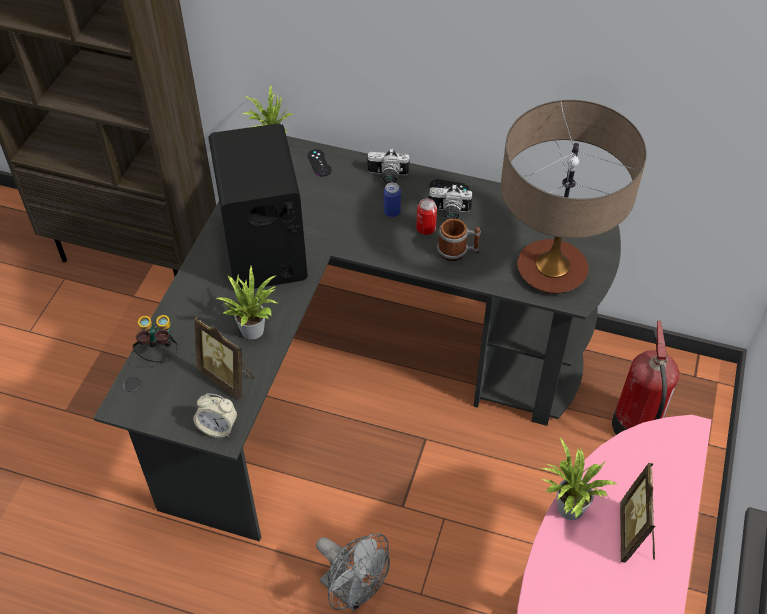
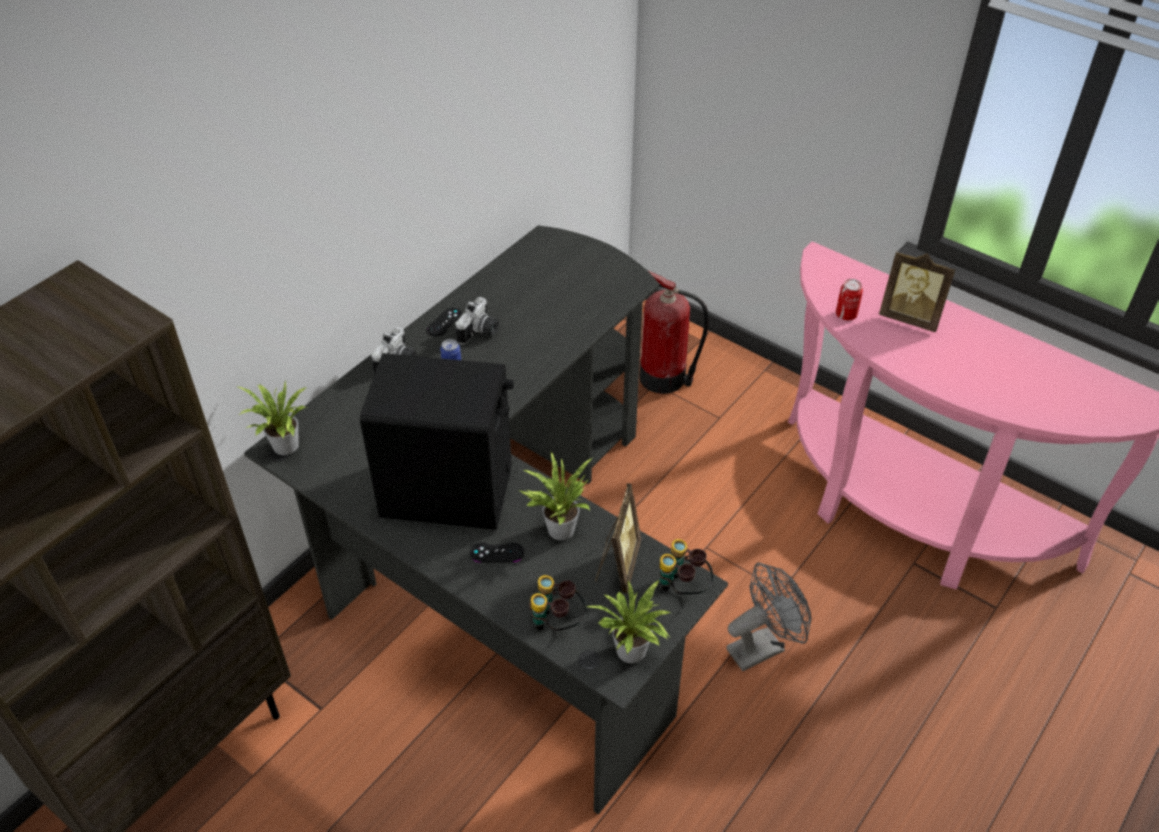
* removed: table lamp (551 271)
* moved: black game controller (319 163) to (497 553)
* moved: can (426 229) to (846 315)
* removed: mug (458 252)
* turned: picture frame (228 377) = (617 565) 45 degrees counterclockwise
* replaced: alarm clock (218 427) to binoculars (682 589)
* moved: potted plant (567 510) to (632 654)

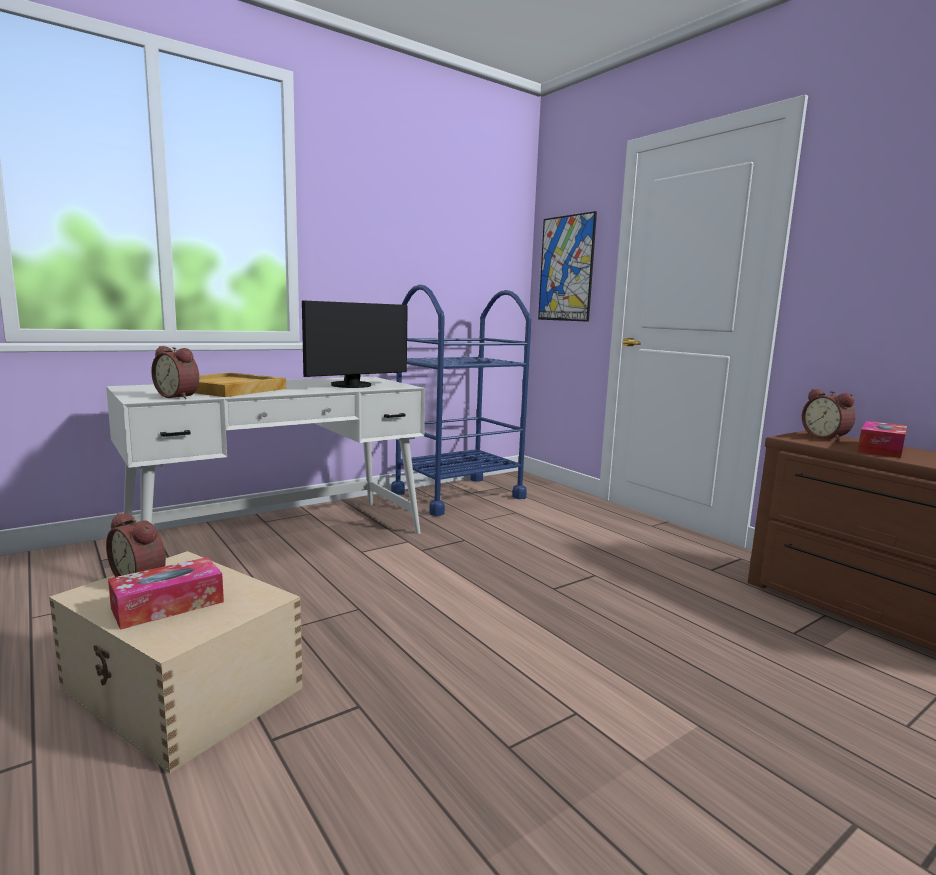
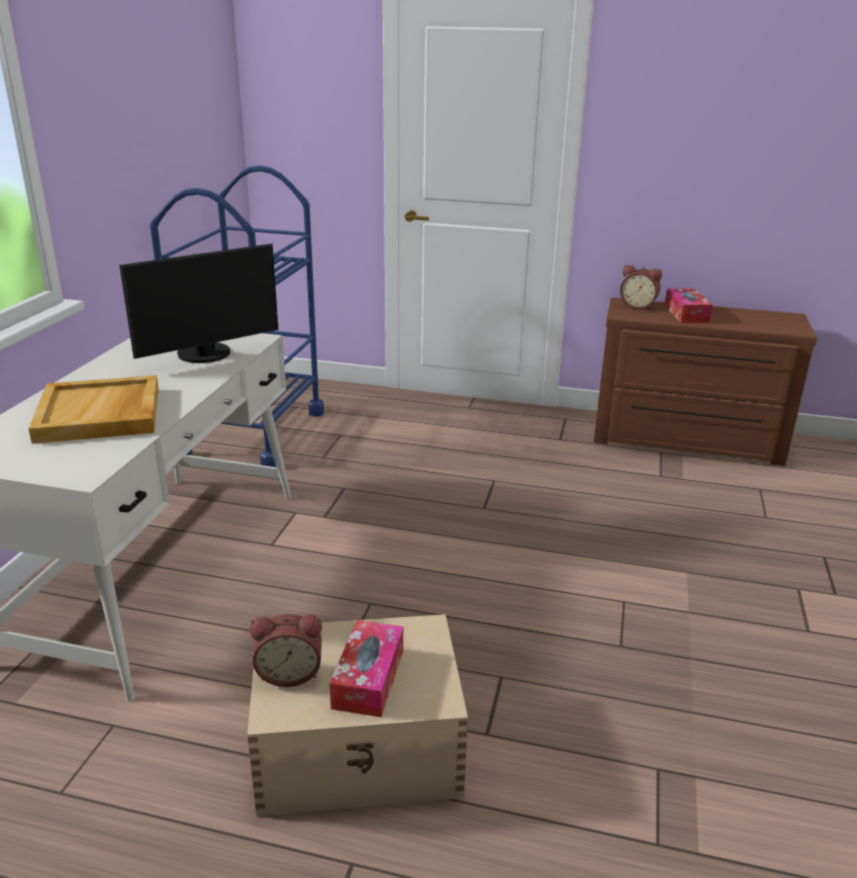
* removed: picture (566 268)
* turned: monitor (354 386) = (207 355) 45 degrees clockwise
* removed: alarm clock (179 396)

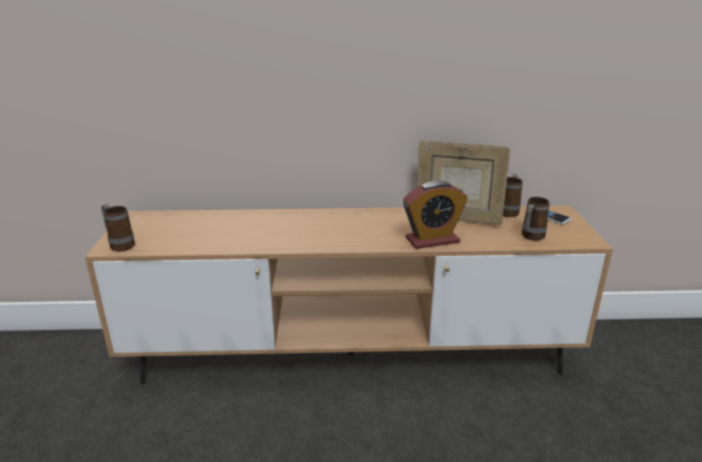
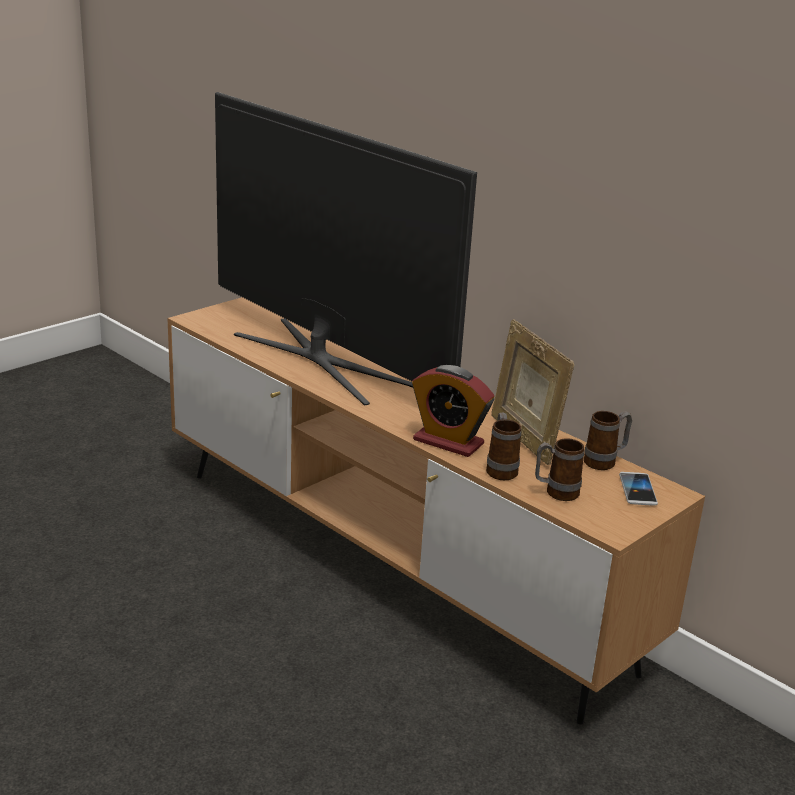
* moved: mug (120 244) to (501 469)
* added: television (323 359)

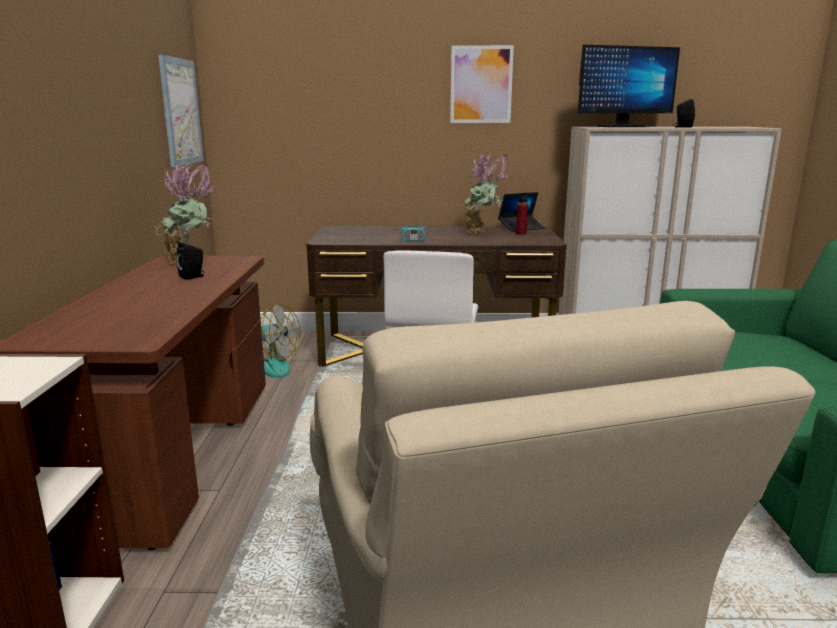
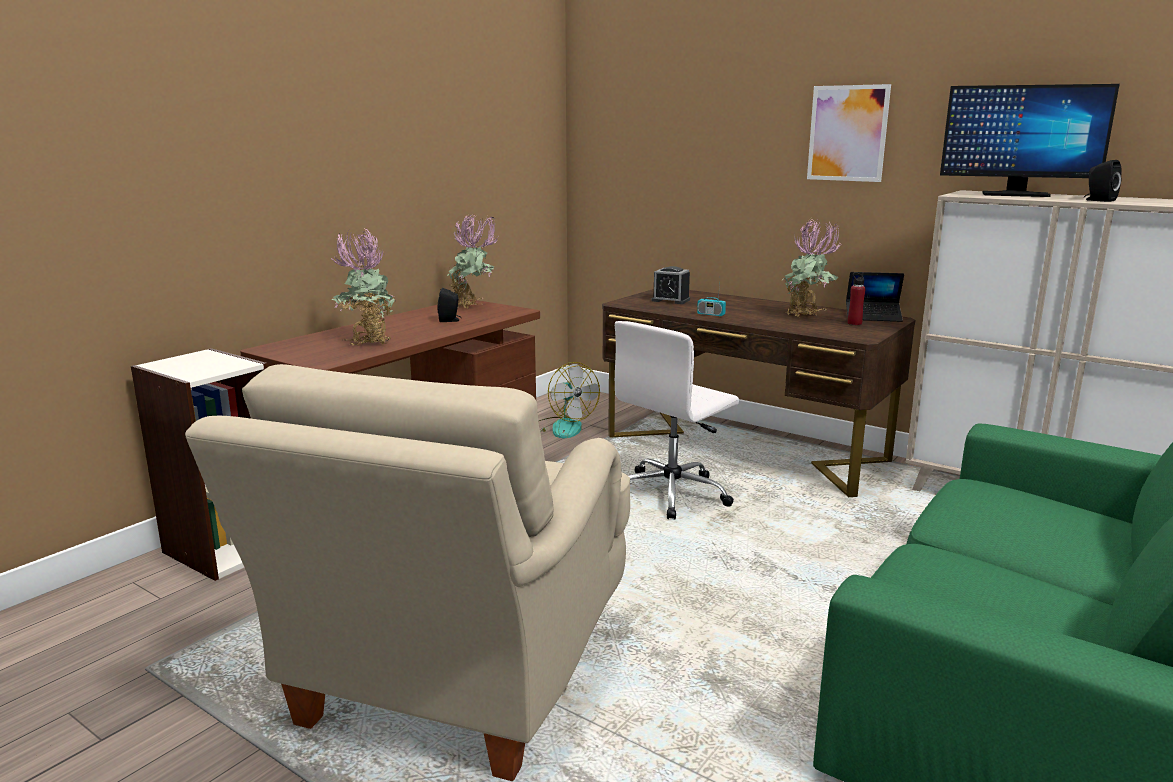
* removed: picture (181 112)
* added: potted plant (367 342)
* added: alarm clock (670 300)

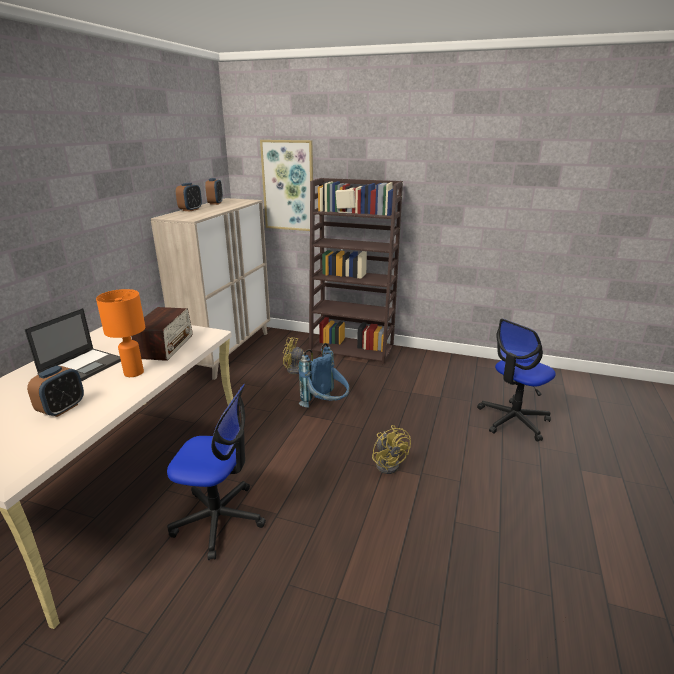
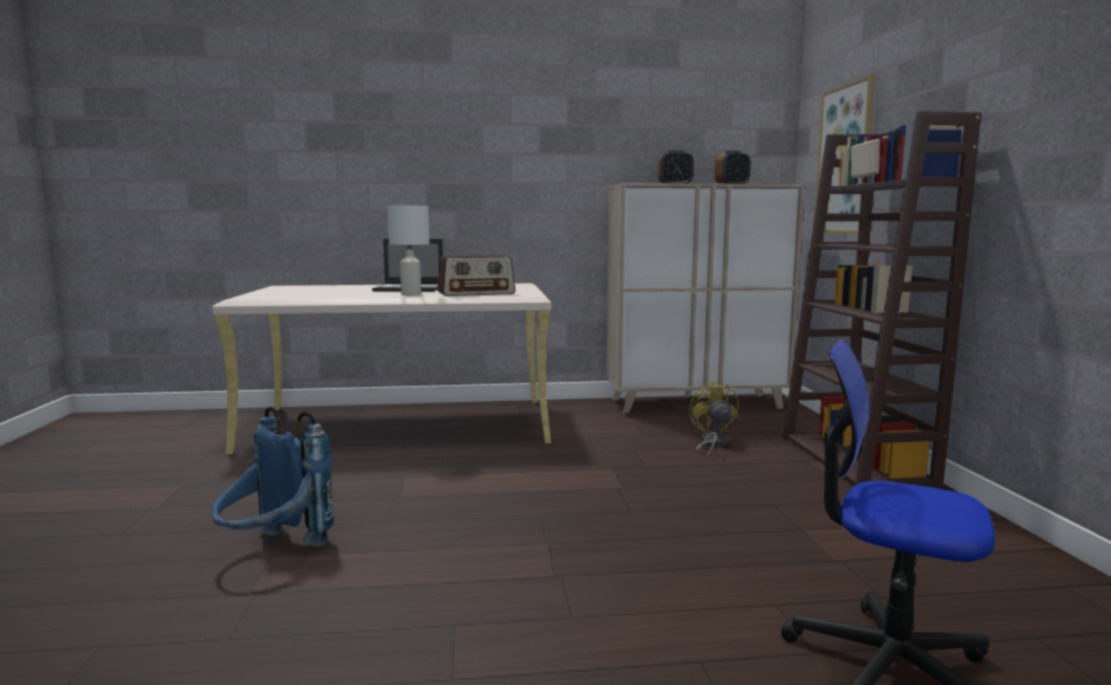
* recoloured: orange table lamp (133 373) to white table lamp (410 294)
* moved: blue backpack (326 407) to (273 552)
* removed: alarm clock (62 409)
* removed: office chair (219 519)
* removed: yellow fan (389 463)

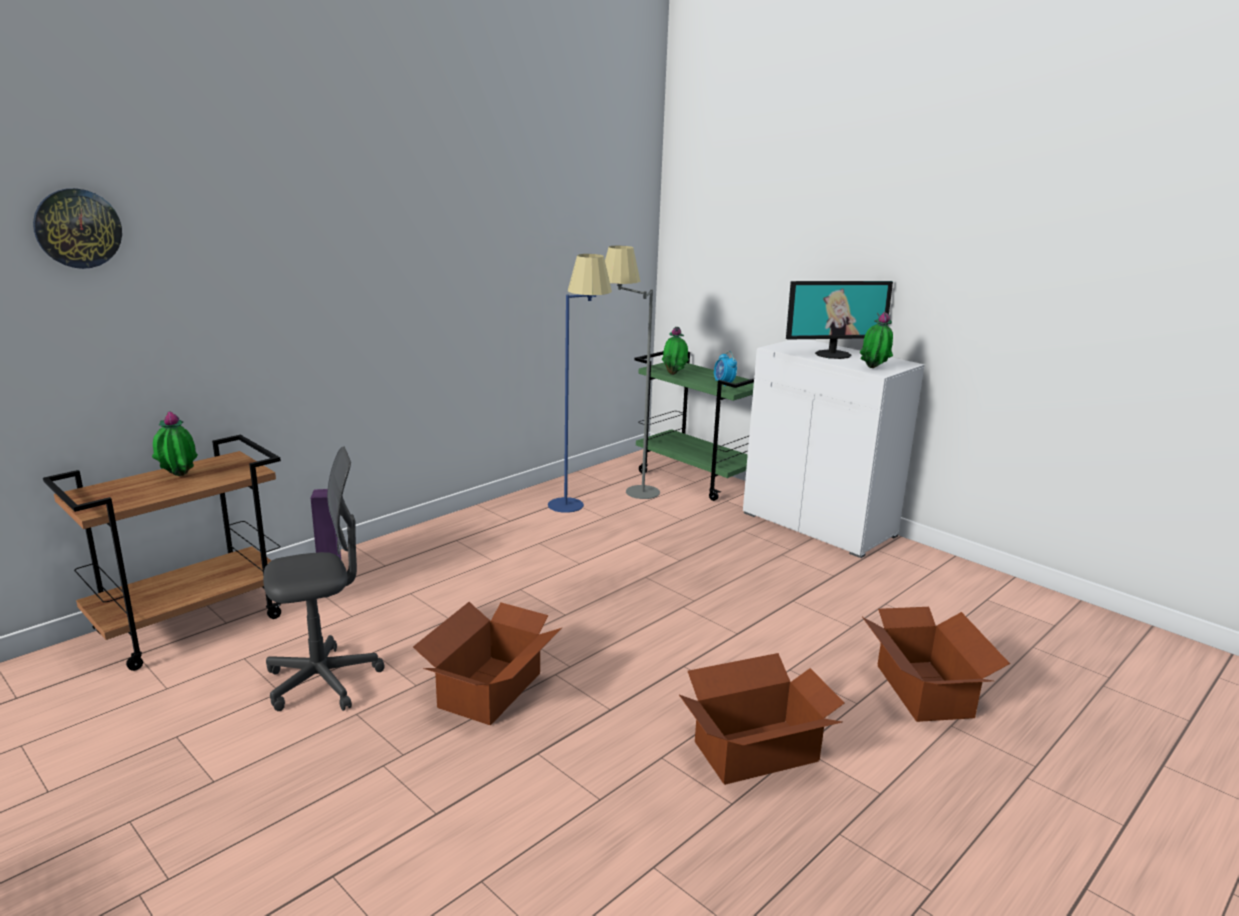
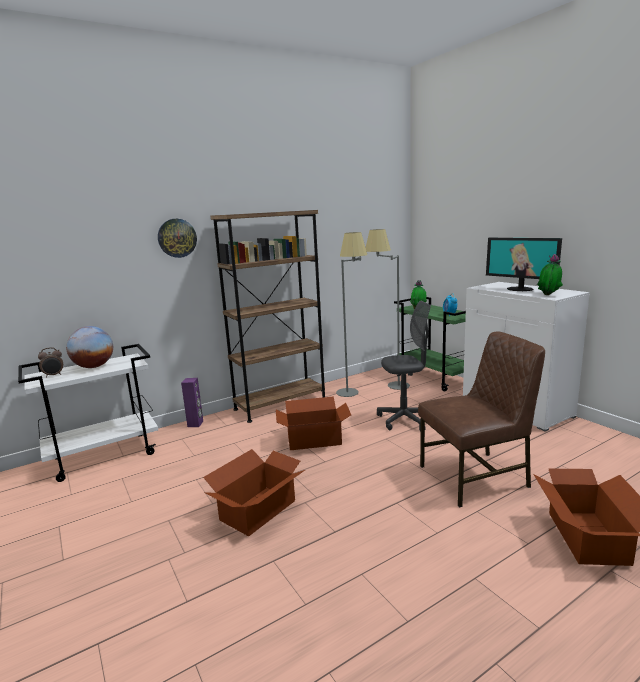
* moved: wall clock (78 228) to (177 238)
* recoloured: blue floor lamp (577 510) to grey floor lamp (353 395)
* turned: monitor (833 354) = (520 289) 45 degrees clockwise
* replaced: potted plant (178 477) to globe (94 367)
* recoloured: brown cart (192 624) to white cart (105 455)
* moved: grey office chair (323 681) to (405 420)
* moved: cardboard box (757 752) to (314 440)
* added: brown bookcase (280 404)
* added: brown chair (476 477)
* added: alarm clock (54 375)

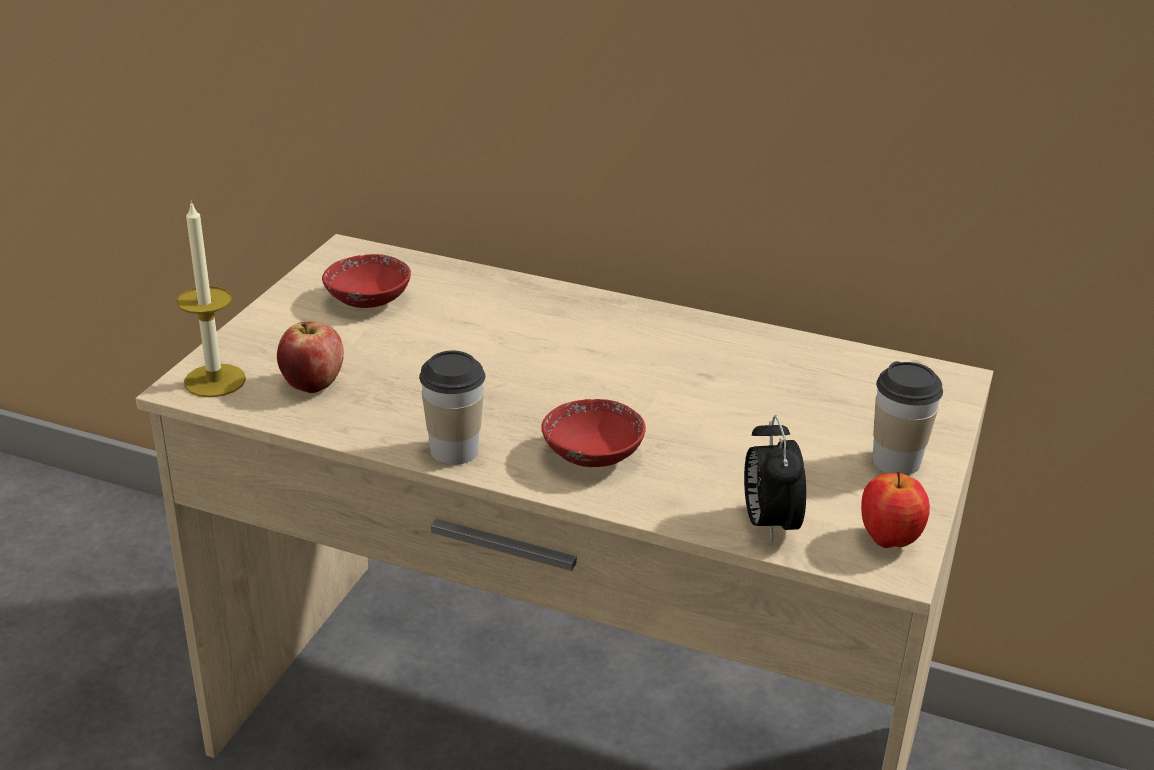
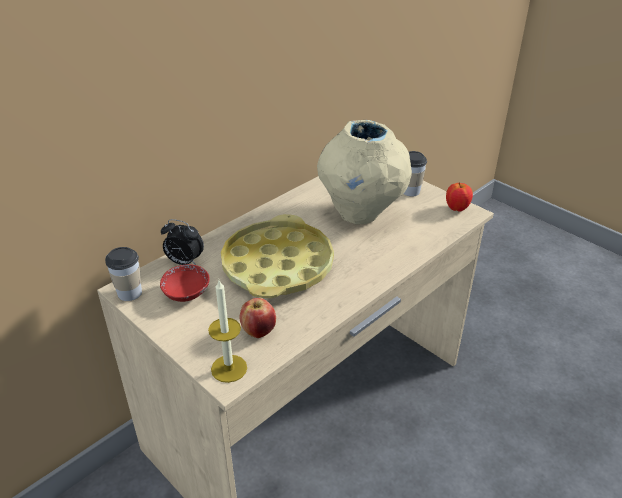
* moved: cup (454 450) to (129 293)
* removed: red bowl (592 456)
* moved: alarm clock (768 523) to (184 262)
* added: beige vase (361 213)
* added: yellow tray (277 265)

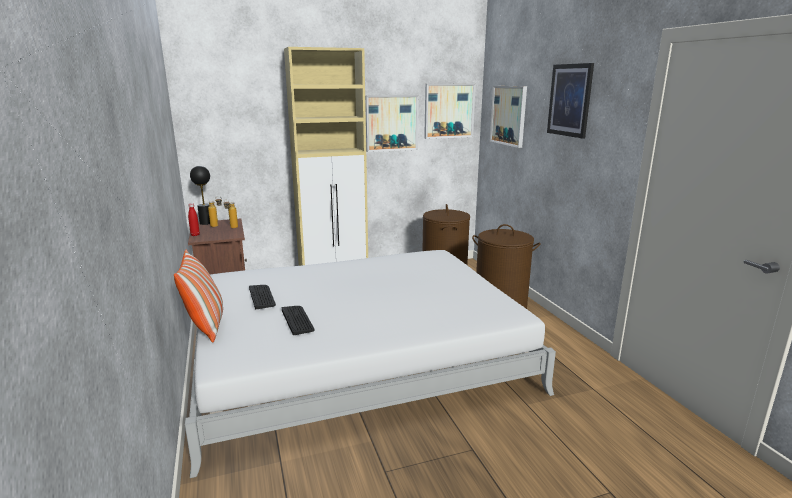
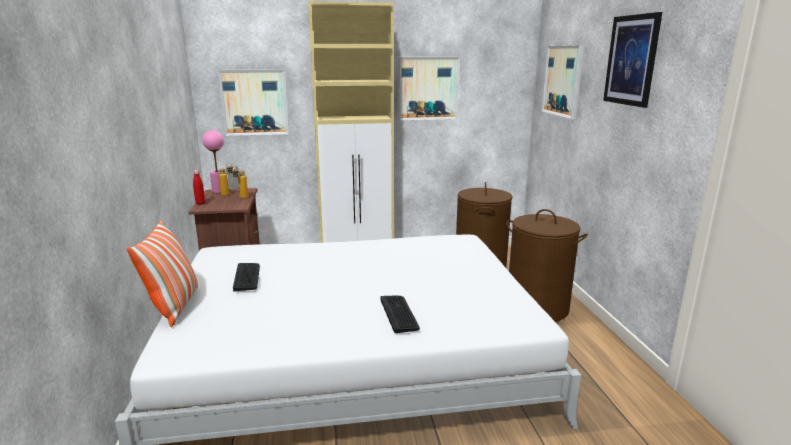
* moved: picture (449 111) to (254 102)
* recoloured: black table lamp (206 223) to pink table lamp (218 191)
* moved: keyboard (297 320) to (399 314)

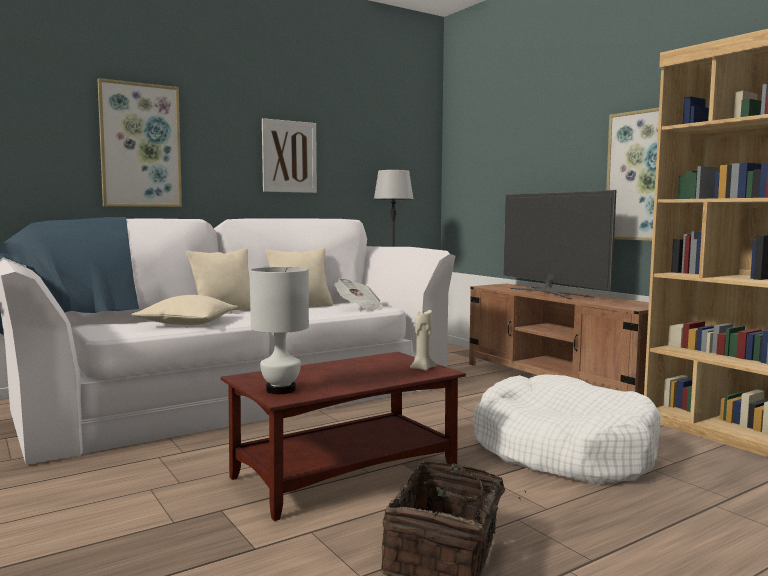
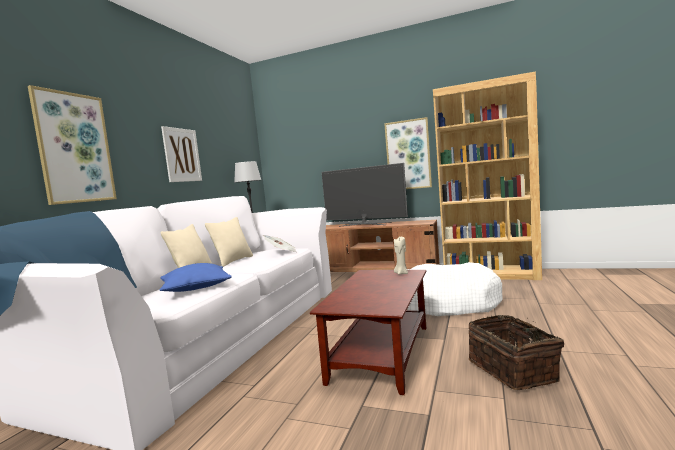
* removed: white table lamp (280 390)
* recoloured: beige pillow (187 324) to blue pillow (196 288)

